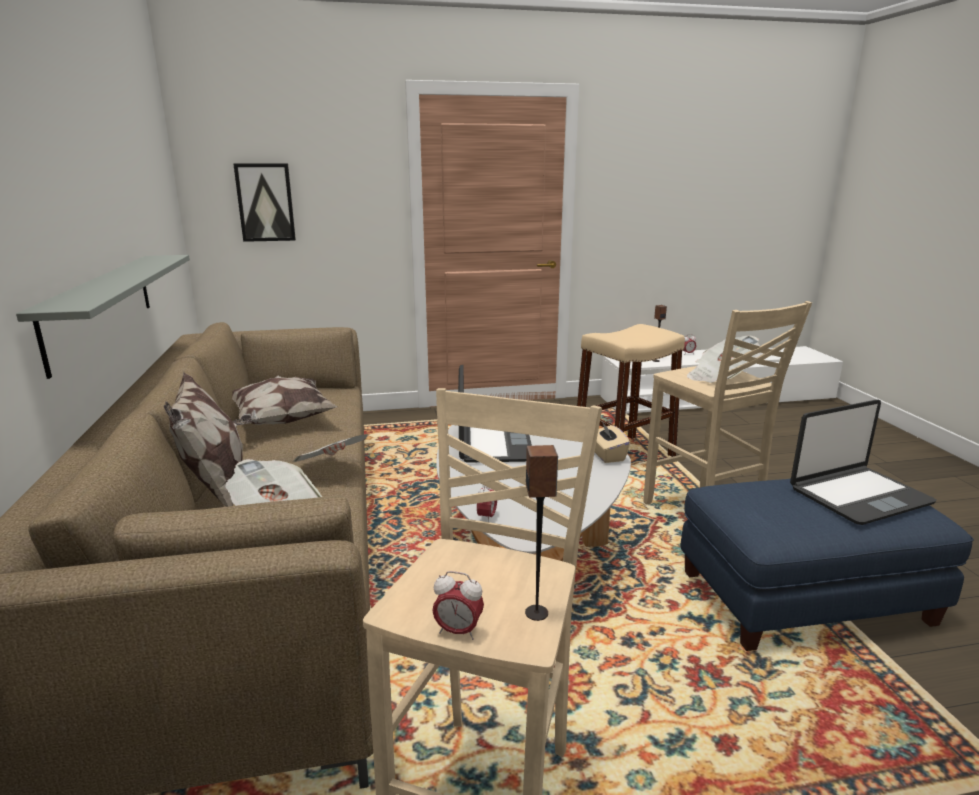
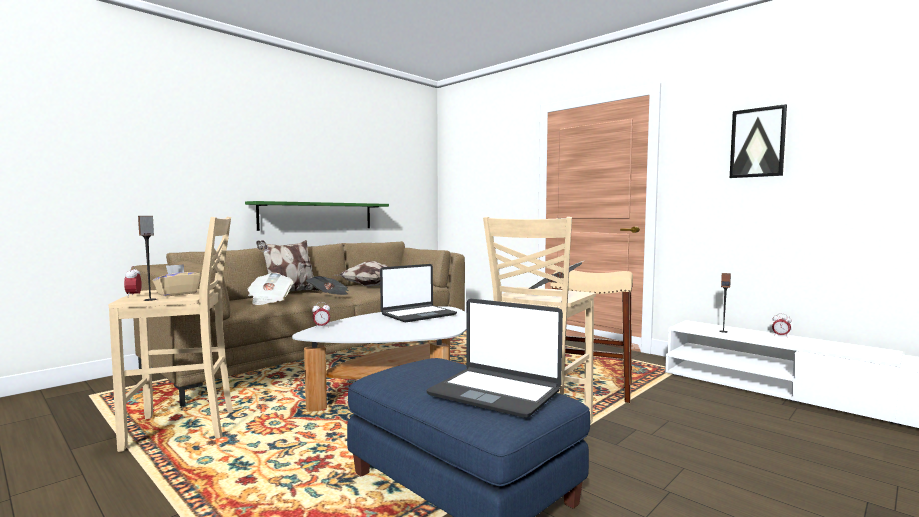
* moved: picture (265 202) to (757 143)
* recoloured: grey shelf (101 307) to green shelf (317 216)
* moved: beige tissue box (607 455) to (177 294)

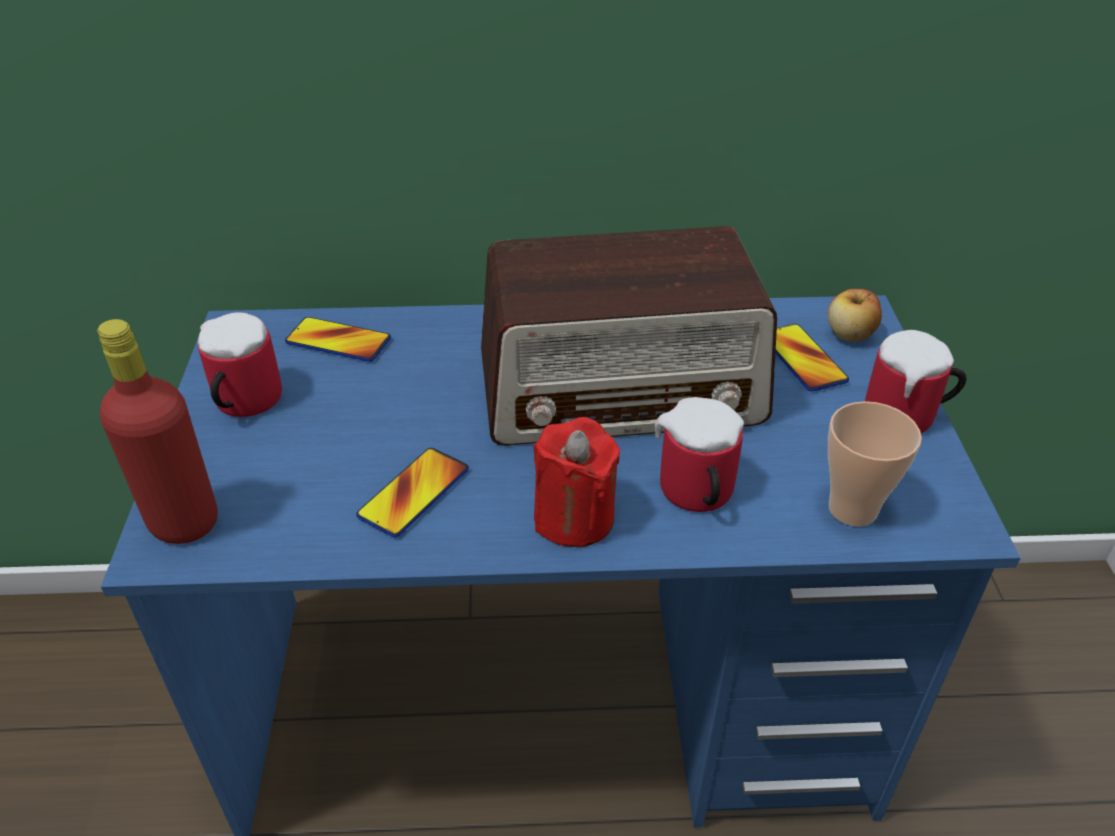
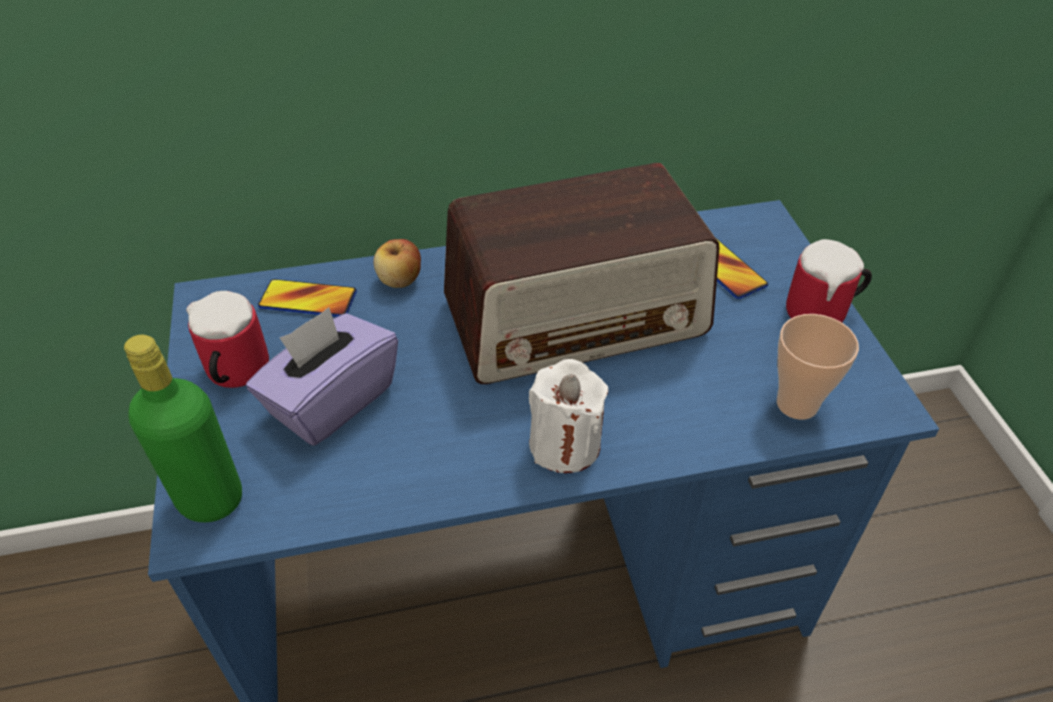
* moved: apple (850 335) to (400 280)
* recoloured: red bottle (184 522) to green bottle (210 499)
* removed: mug (695 496)
* recoloured: red candle (574 518) to white candle (565 445)
* removed: phone (414 493)
* added: purple tissue box (331 400)

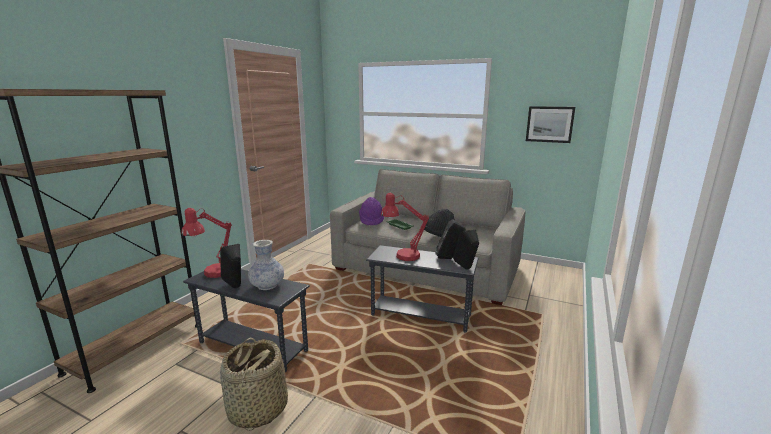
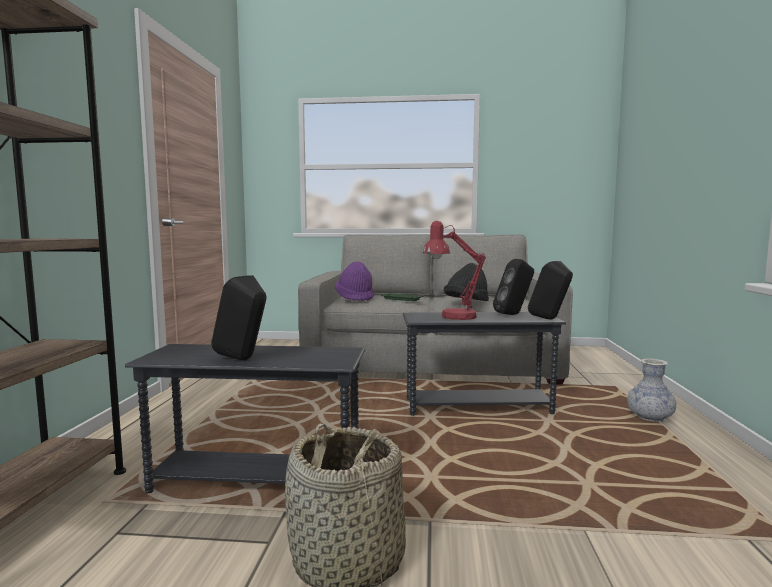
* removed: picture (549 124)
* removed: red table lamp (213 274)
* moved: vase (267 286) to (650 418)

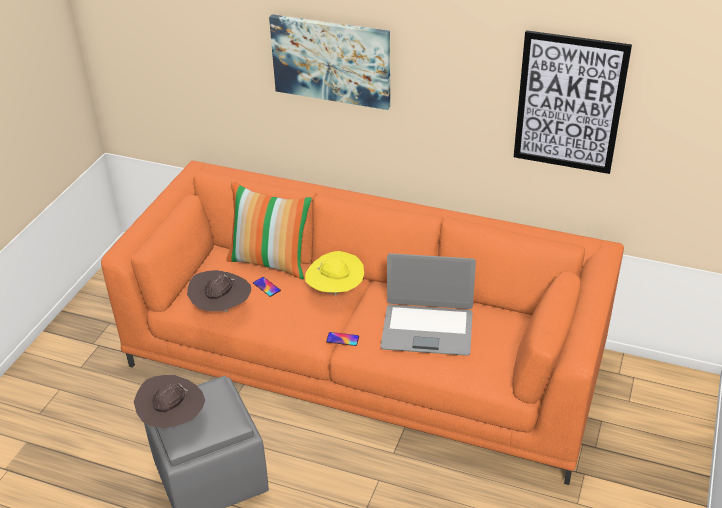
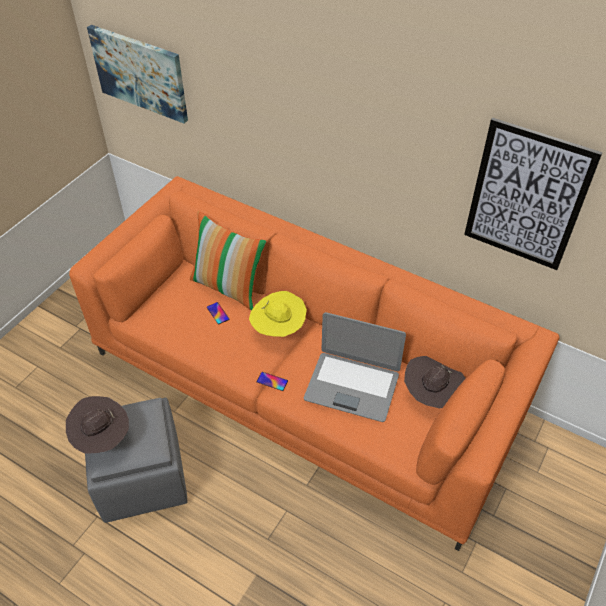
* moved: picture (331 60) to (140 73)
* moved: brown hat (222 309) to (432 396)

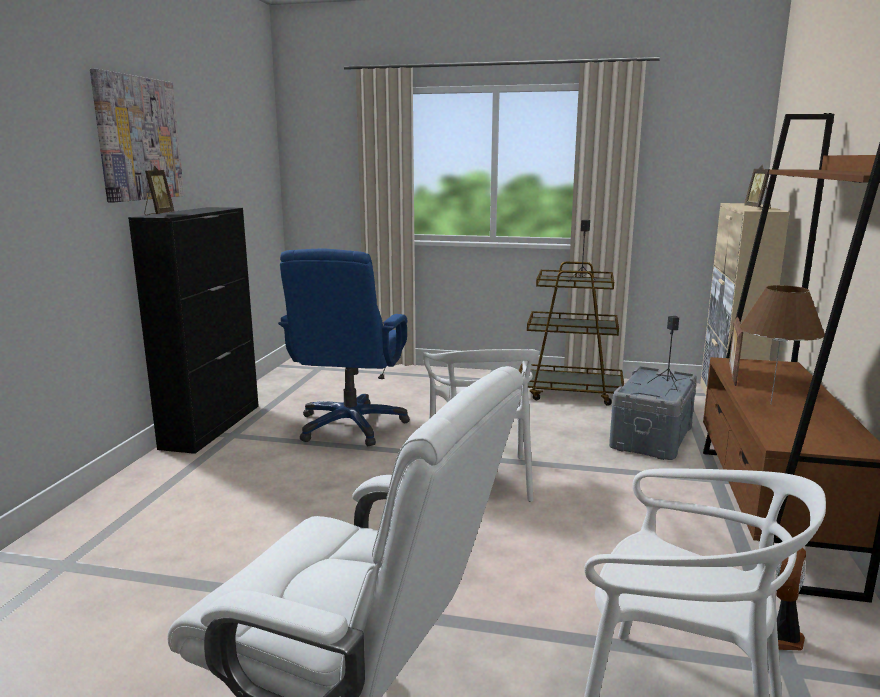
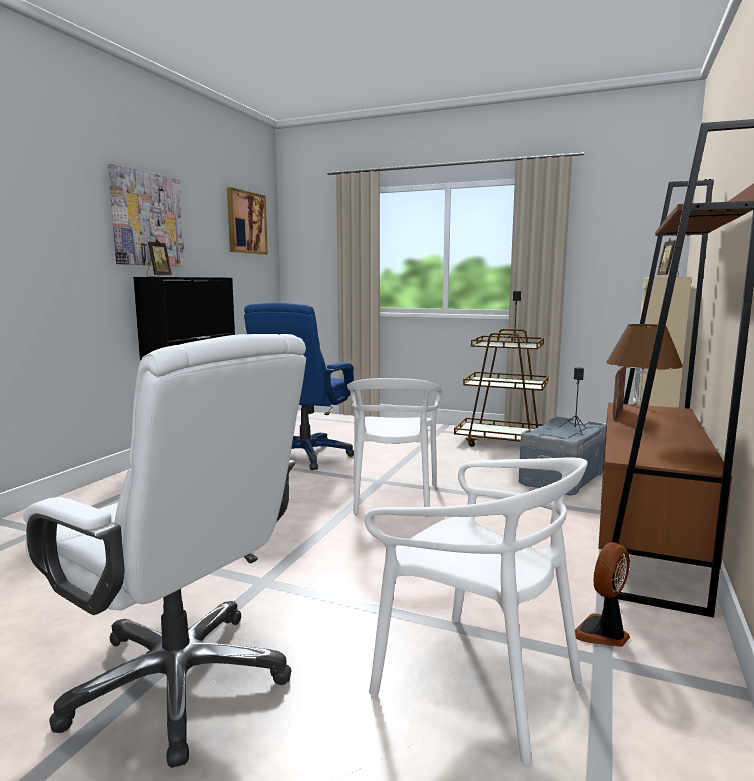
* added: picture (246 222)

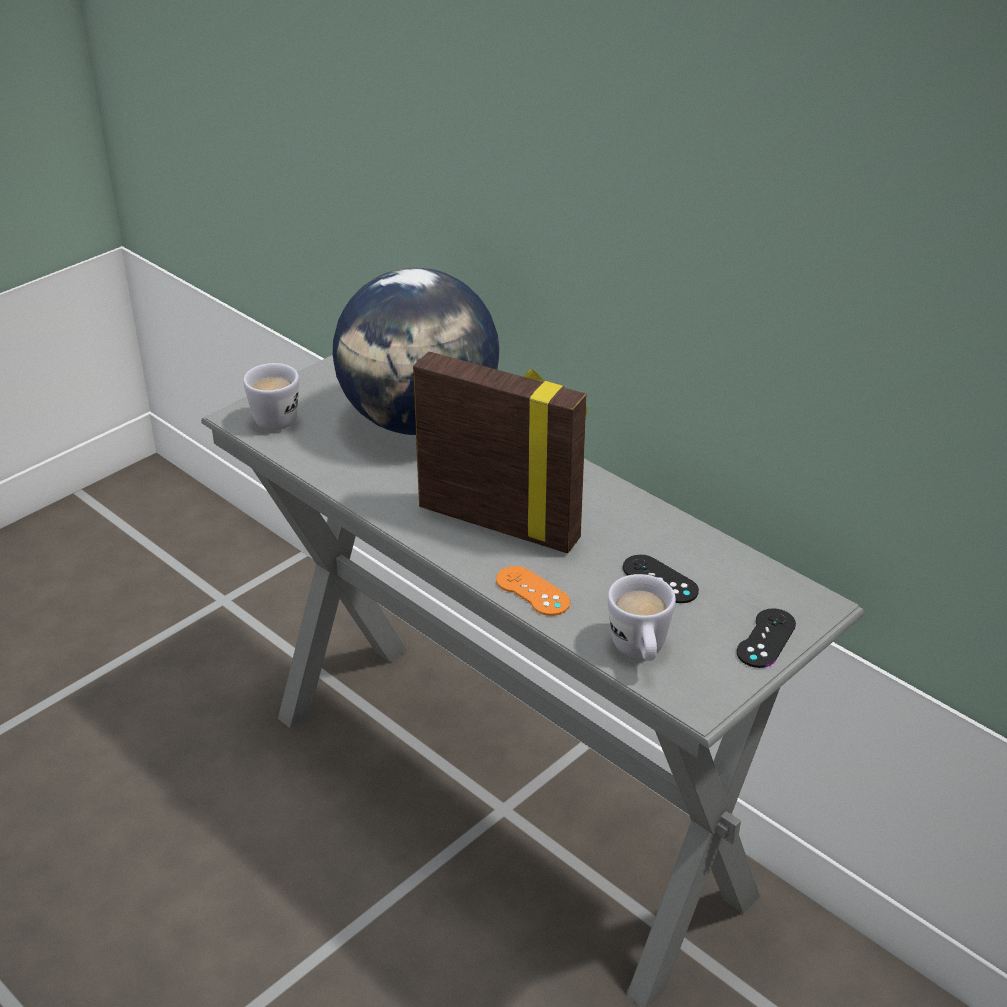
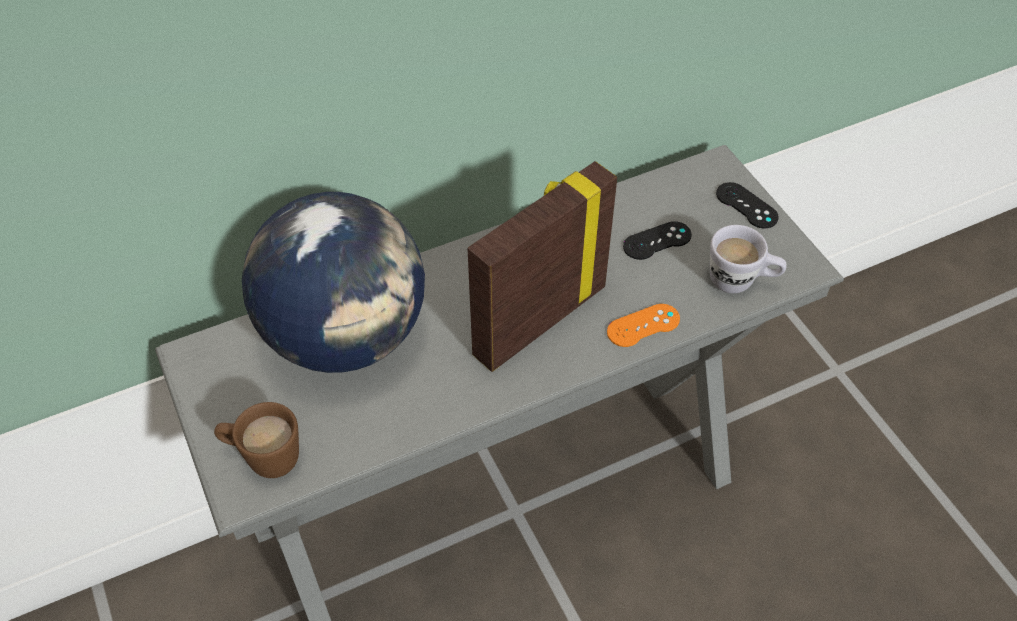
* recoloured: white mug (275 415) to brown mug (263 457)

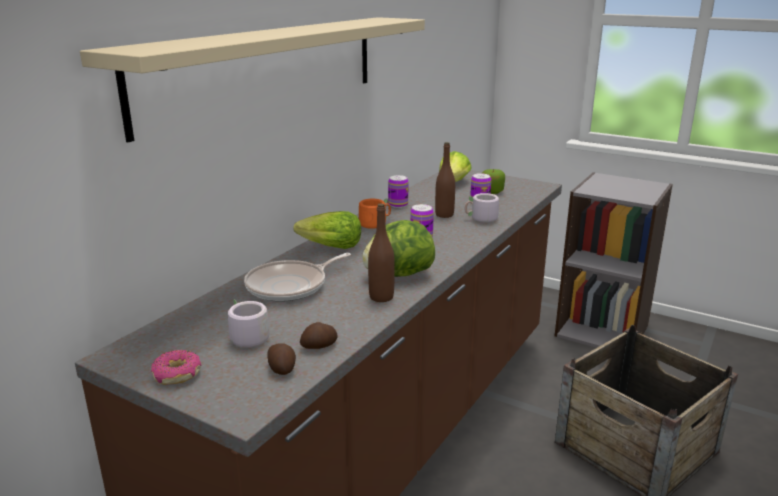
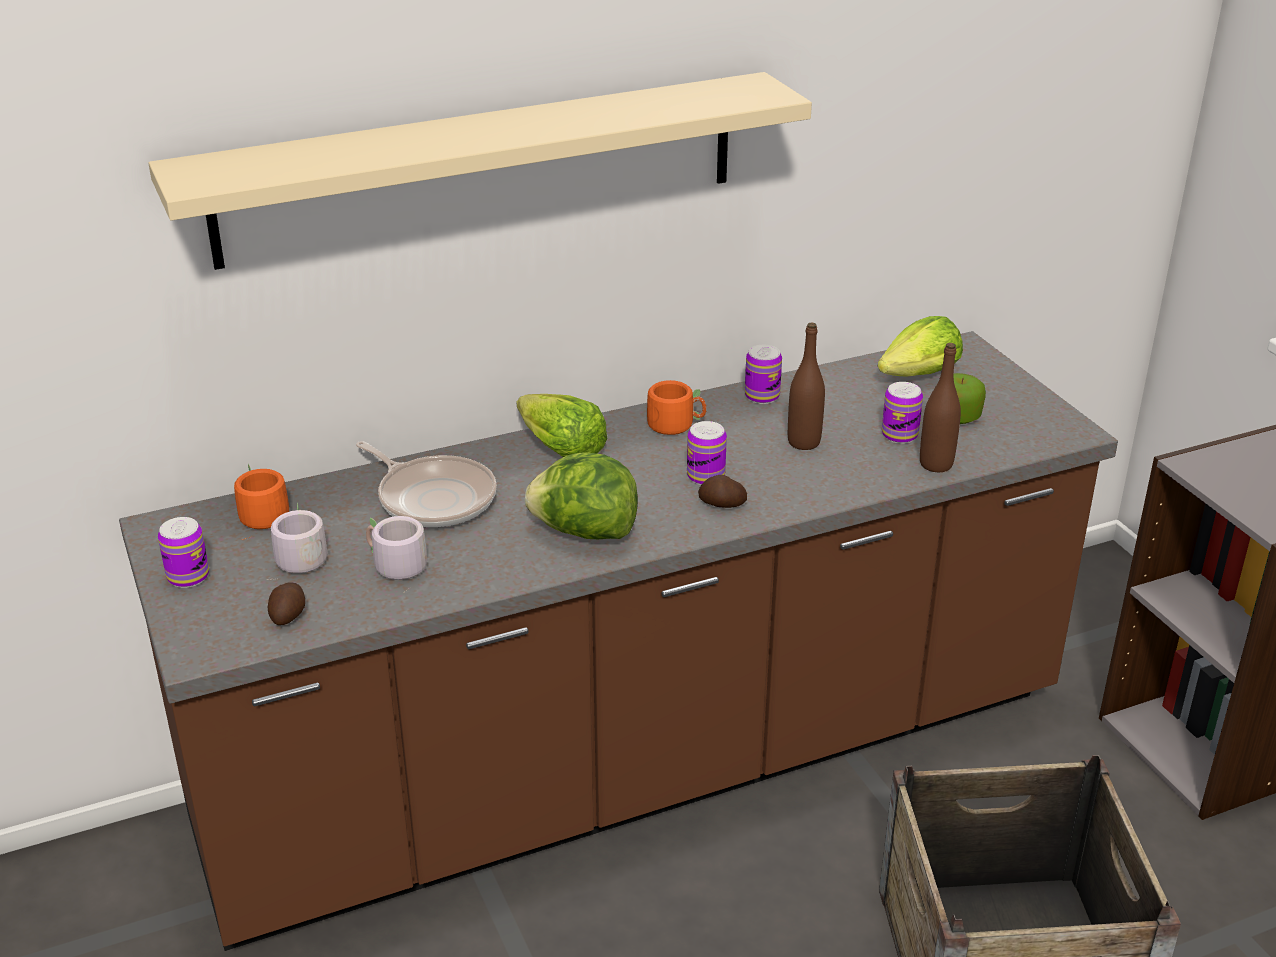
* moved: grey mug (481 219) to (394 567)
* moved: brown bottle (381 297) to (936 464)
* turned: frying pan (290 286) = (433 498) 135 degrees counterclockwise
* moved: potato (319 346) to (722 504)
* replaced: donut (177 374) to can (188 576)
* added: orange mug (259 515)

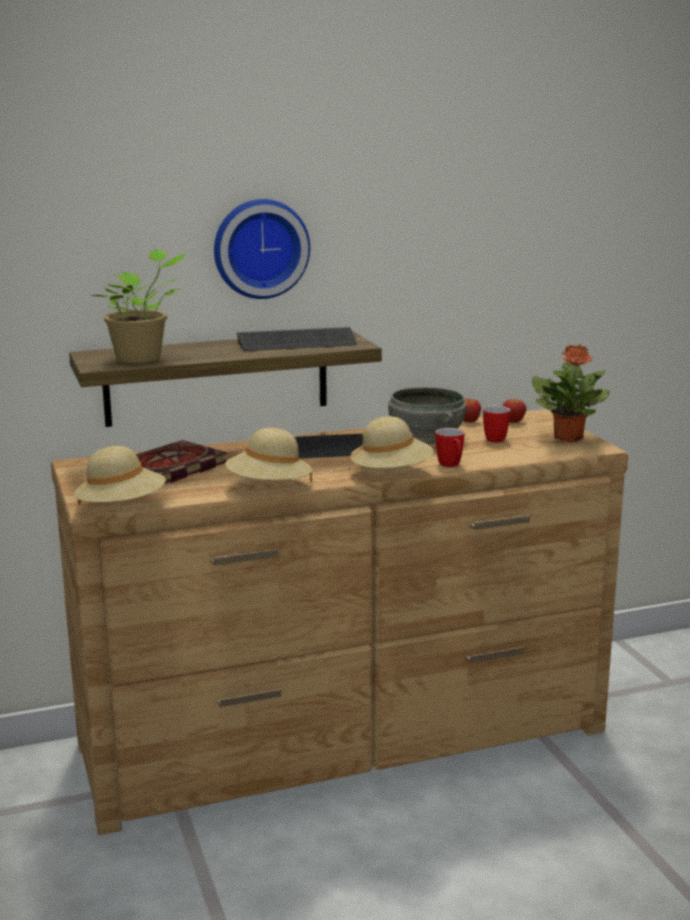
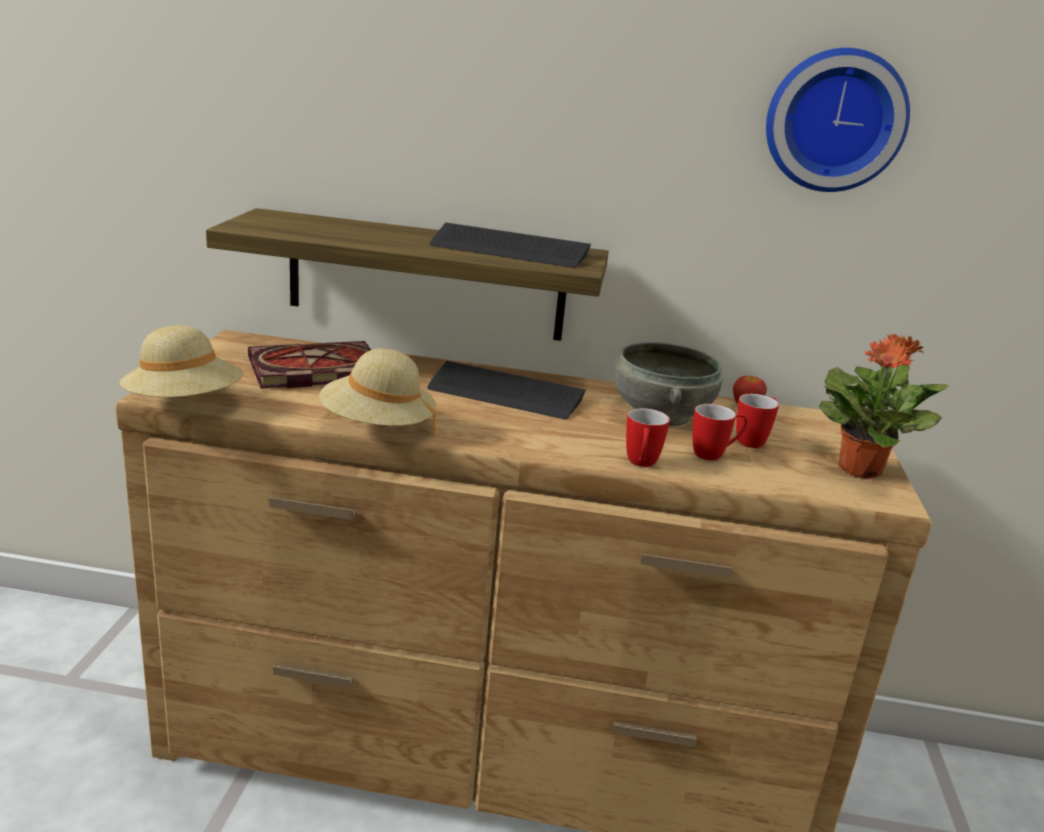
* moved: wall clock (260 248) to (834 120)
* removed: potted plant (142 358)
* removed: apple (513 421)
* removed: beige hat (391 474)
* added: mug (715 454)

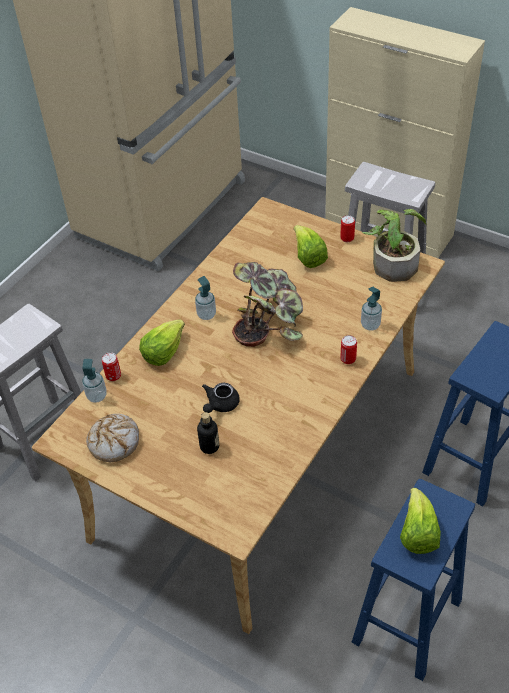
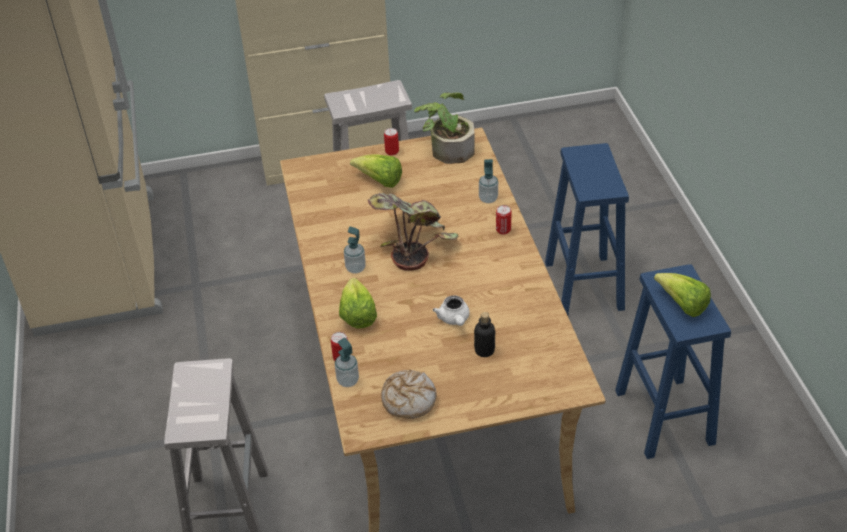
* recoloured: black teapot (220 405) to white teapot (454 319)

